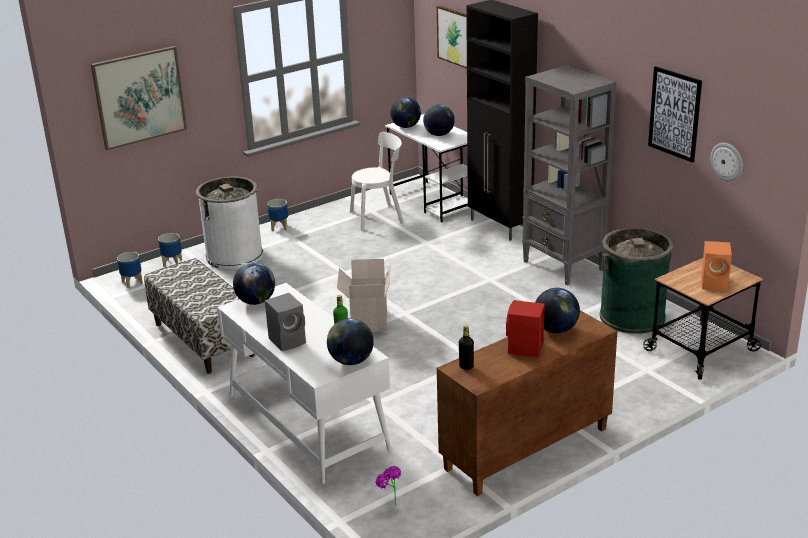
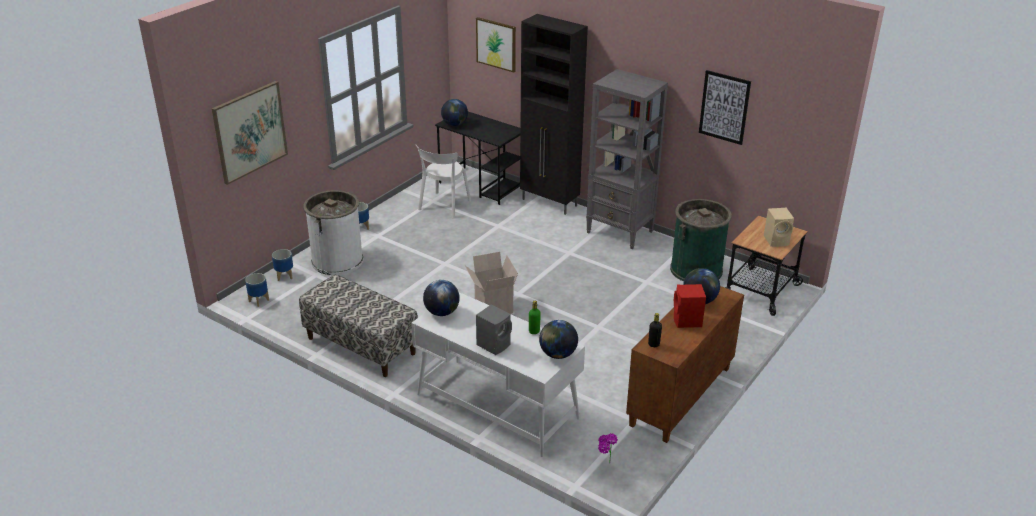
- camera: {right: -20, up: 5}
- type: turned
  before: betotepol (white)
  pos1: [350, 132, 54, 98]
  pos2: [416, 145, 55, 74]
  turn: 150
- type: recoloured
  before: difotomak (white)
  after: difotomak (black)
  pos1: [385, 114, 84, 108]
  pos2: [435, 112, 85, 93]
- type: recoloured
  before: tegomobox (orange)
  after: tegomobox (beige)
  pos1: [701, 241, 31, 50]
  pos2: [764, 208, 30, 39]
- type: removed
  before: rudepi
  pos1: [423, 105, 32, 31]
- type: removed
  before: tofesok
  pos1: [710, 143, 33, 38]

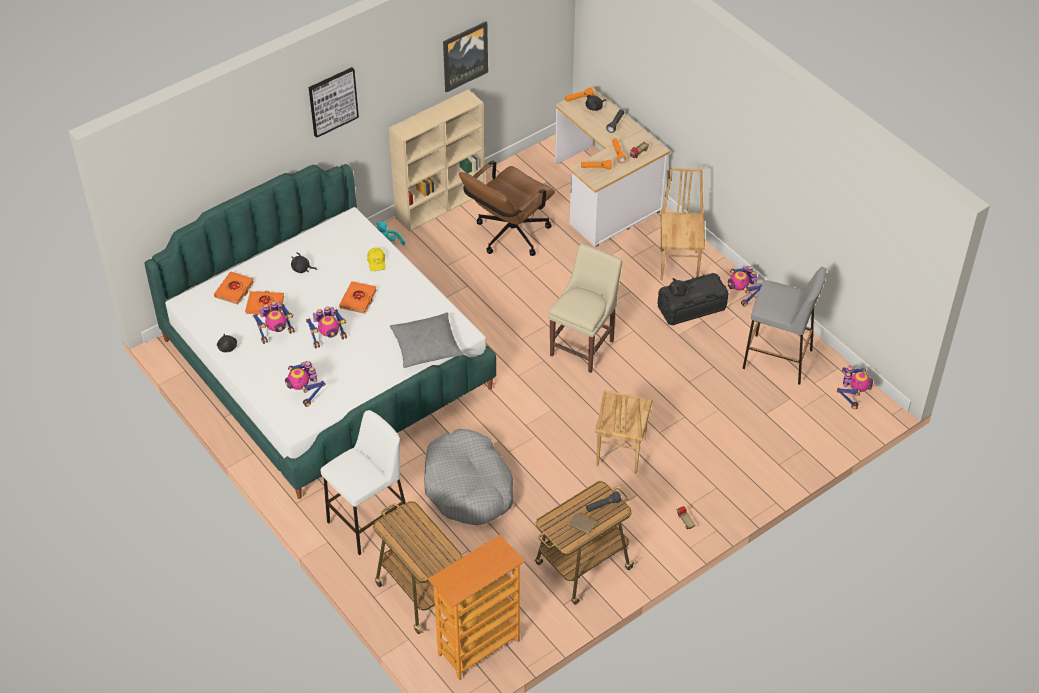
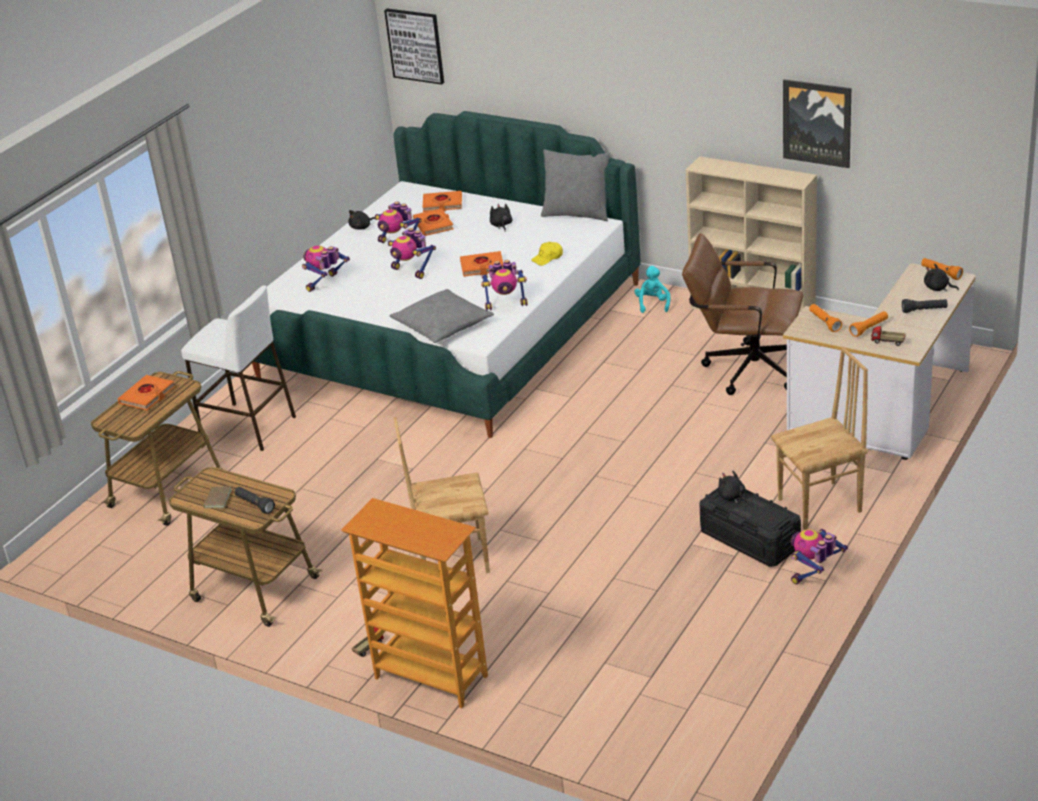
- camera: {right: 70, up: -15}
- type: added
  after: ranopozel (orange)
  pos2: [118, 375, 57, 36]
- type: moved
  before: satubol
  pos1: [428, 535, 97, 145]
  pos2: [341, 498, 147, 210]
- type: moved
  before: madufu
  pos1: [309, 67, 50, 71]
  pos2: [384, 9, 60, 76]
- type: moved
  before: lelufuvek
  pos1: [837, 366, 37, 43]
  pos2: [481, 260, 47, 51]
- type: added
  after: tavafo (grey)
  pos2: [541, 150, 69, 71]
- type: removed
  before: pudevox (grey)
  pos1: [424, 429, 90, 96]
- type: removed
  before: betotepol (beige)
  pos1: [548, 244, 74, 129]
- type: removed
  before: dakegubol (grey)
  pos1: [742, 267, 84, 118]

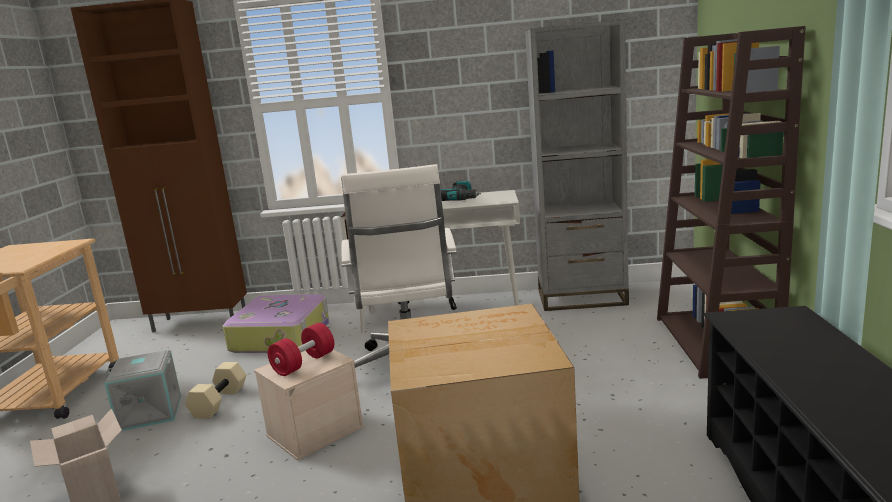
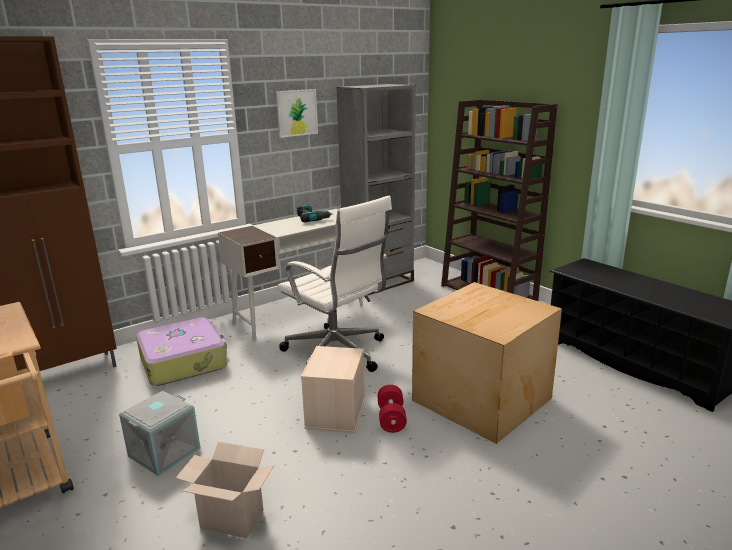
- camera: {right: -40, up: 5}
- type: added
  after: madufu
  pos2: [276, 89, 42, 49]
- type: moved
  before: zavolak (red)
  pos1: [268, 323, 66, 53]
  pos2: [377, 385, 30, 48]
- type: removed
  before: zavolak (beige)
  pos1: [185, 362, 61, 57]

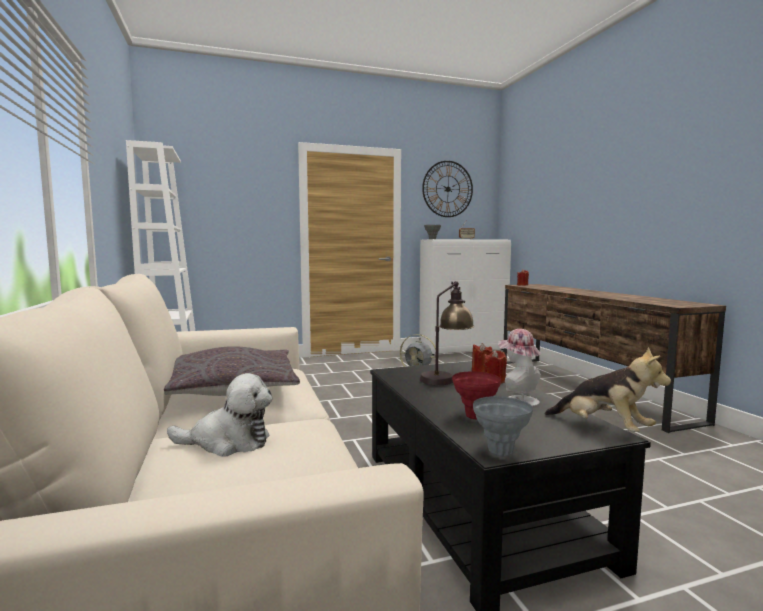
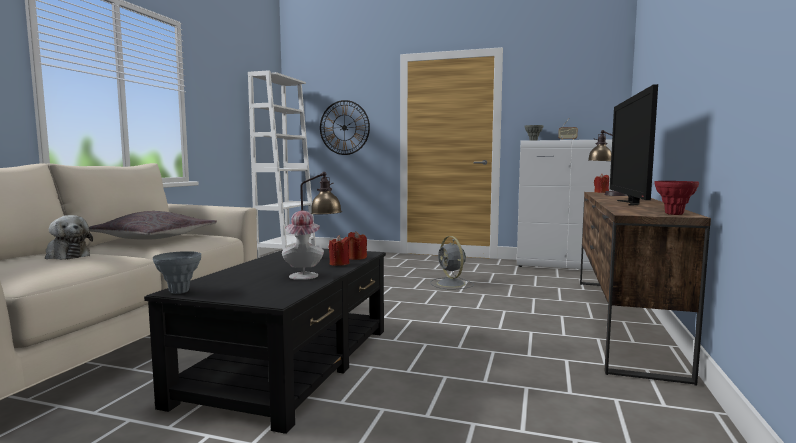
- camera: {right: 35, up: 0}
- type: moved
  before: tofesok
  pos1: [422, 161, 51, 56]
  pos2: [320, 100, 50, 55]
- type: added
  after: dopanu
  pos2: [588, 130, 40, 66]
- type: added
  after: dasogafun
  pos2: [610, 84, 48, 122]
- type: moved
  before: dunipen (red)
  pos1: [452, 371, 49, 48]
  pos2: [654, 181, 45, 34]
- type: removed
  before: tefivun
  pos1: [545, 347, 126, 85]

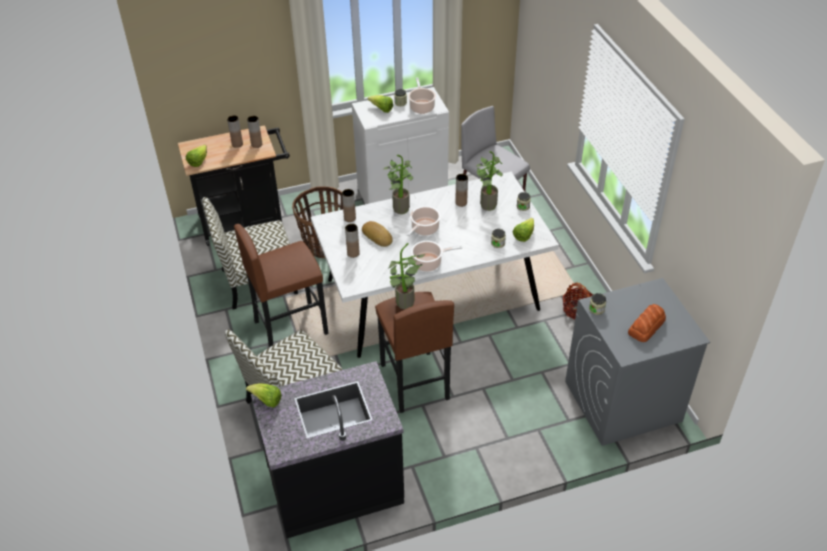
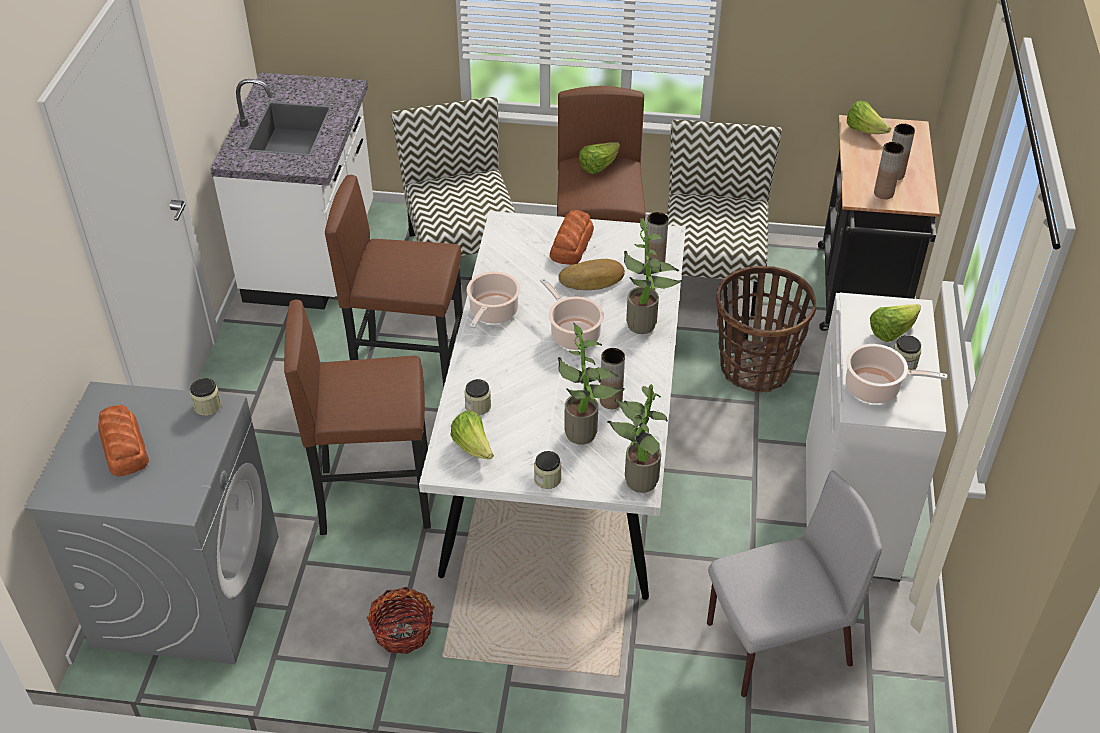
- camera: {right: 115, up: 0}
- type: recoloured
  before: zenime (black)
  after: zenime (white)
  pos1: [251, 361, 153, 177]
  pos2: [211, 72, 162, 238]
- type: added
  after: dakegubol (brown)
  pos2: [284, 300, 147, 235]
- type: replaced
  before: dunipen (brown)
  after: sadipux
  pos1: [345, 224, 15, 34]
  pos2: [550, 210, 44, 55]
- type: moved
  before: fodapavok
  pos1: [246, 384, 36, 23]
  pos2: [579, 142, 41, 32]
- type: moved
  before: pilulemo
  pos1: [388, 243, 38, 66]
  pos2: [607, 384, 61, 109]

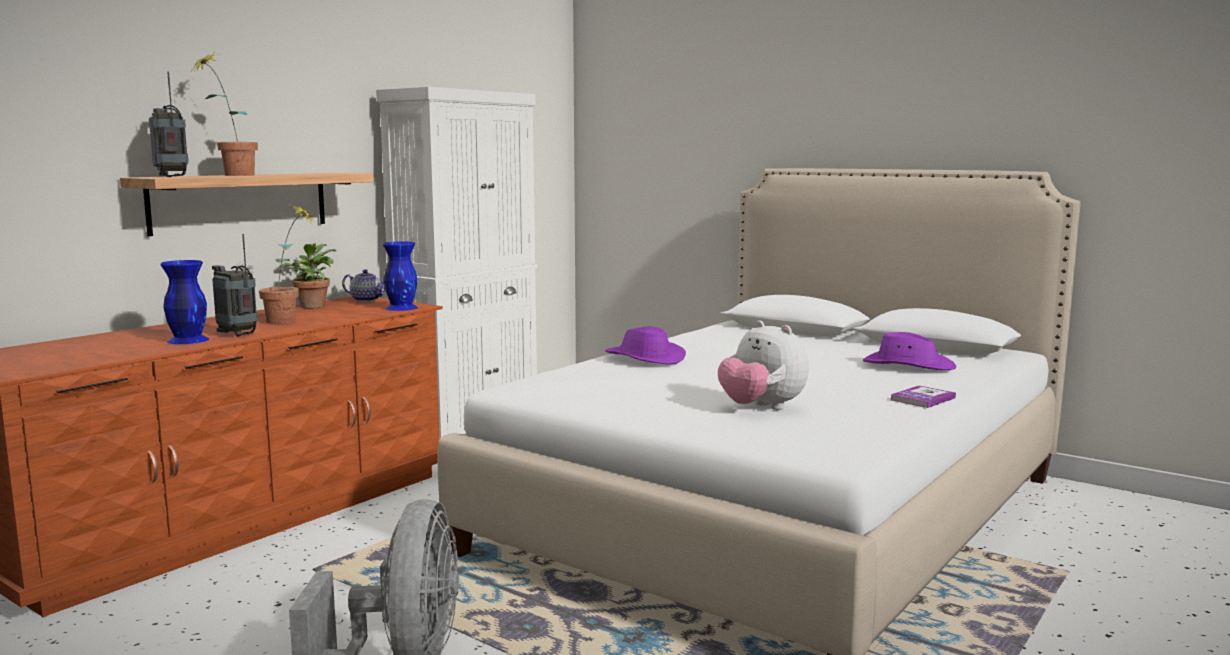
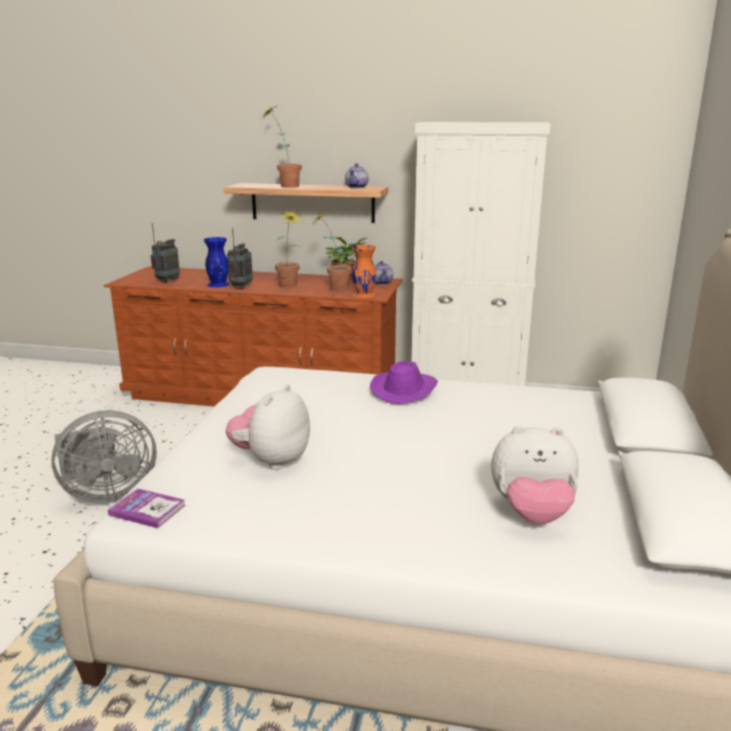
- camera: {right: 65, up: 10}
- type: moved
  before: ranopozel
  pos1: [890, 385, 66, 23]
  pos2: [108, 488, 77, 40]
- type: moved
  before: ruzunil
  pos1: [149, 72, 40, 105]
  pos2: [151, 223, 29, 60]
- type: added
  after: pilulemo
  pos2: [313, 210, 39, 81]
- type: added
  after: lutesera
  pos2: [345, 163, 24, 25]
- type: recoloured
  before: dunipen (blue)
  after: dunipen (orange)
  pos1: [382, 241, 36, 70]
  pos2: [352, 245, 24, 53]
- type: replaced
  before: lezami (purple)
  after: tefivun
  pos1: [863, 332, 93, 38]
  pos2: [491, 426, 88, 98]

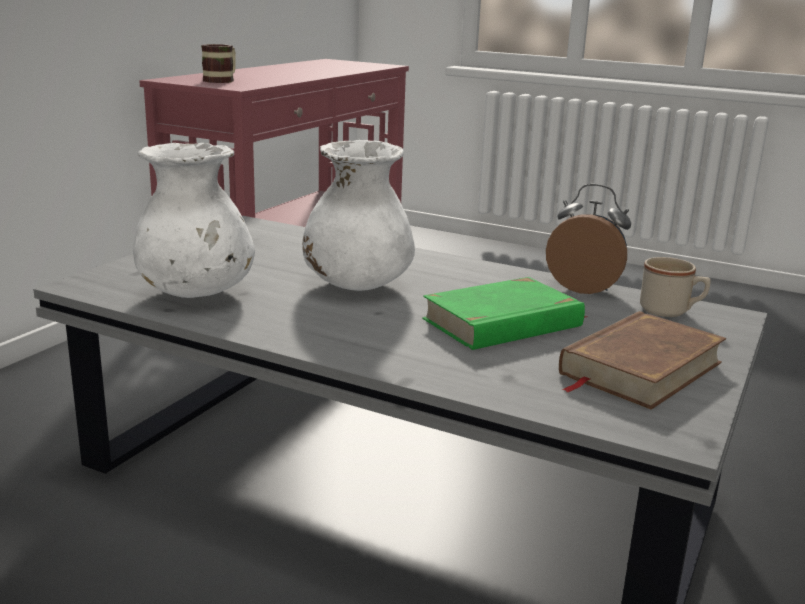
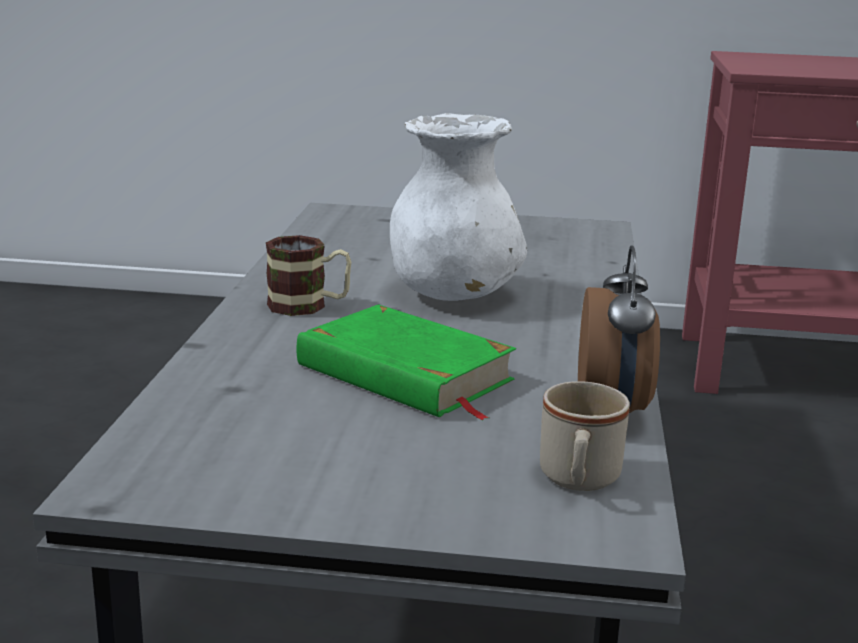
- camera: {right: 70, up: 0}
- type: moved
  before: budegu
  pos1: [201, 44, 35, 39]
  pos2: [266, 235, 85, 81]
- type: removed
  before: dunipen (white)
  pos1: [133, 143, 122, 155]
- type: removed
  before: ranopozel (brown)
  pos1: [559, 311, 167, 98]

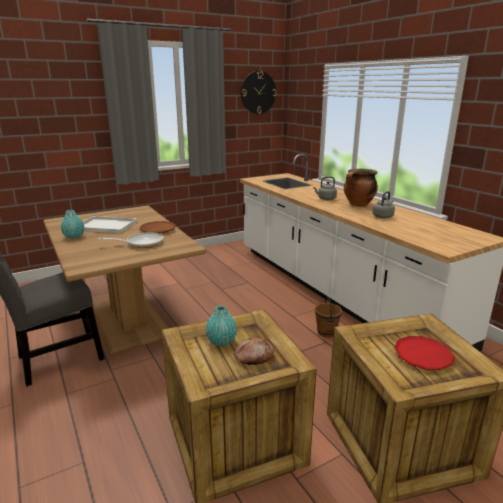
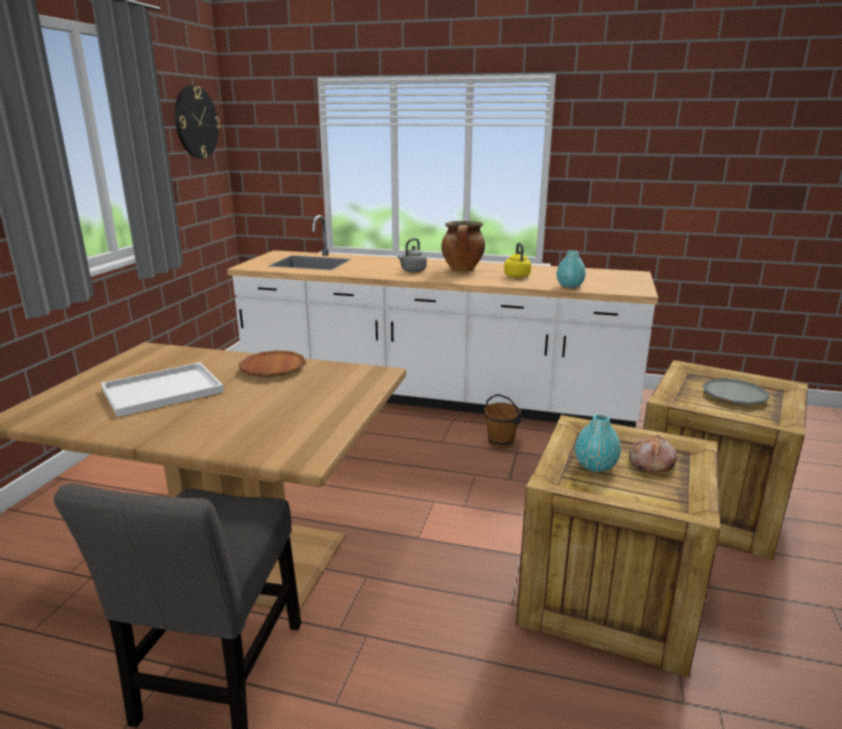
- camera: {right: -45, up: 0}
- type: recoloured
  before: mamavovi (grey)
  after: mamavovi (yellow)
  pos1: [372, 191, 23, 27]
  pos2: [504, 243, 27, 35]
- type: moved
  before: dunipen (turquoise)
  pos1: [61, 210, 23, 29]
  pos2: [557, 250, 29, 38]
- type: recoloured
  before: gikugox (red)
  after: gikugox (grey)
  pos1: [394, 336, 61, 34]
  pos2: [703, 378, 67, 27]
- type: removed
  before: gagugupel
  pos1: [98, 232, 65, 16]

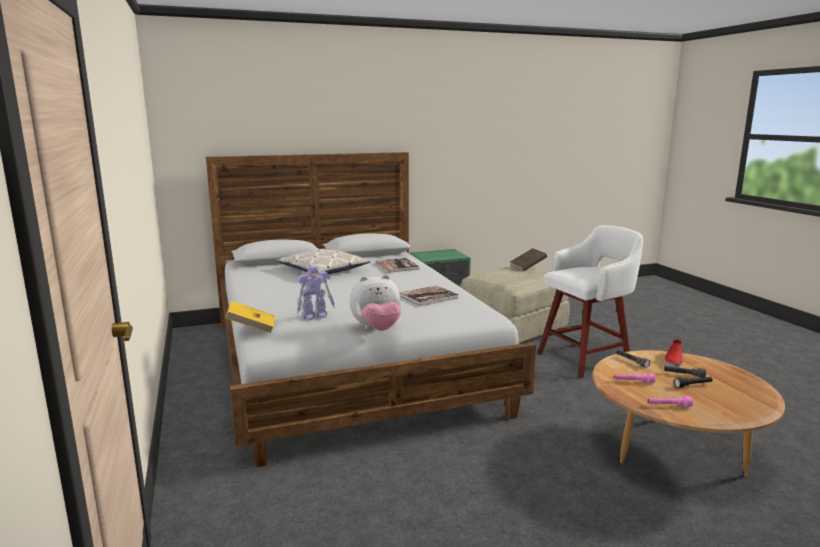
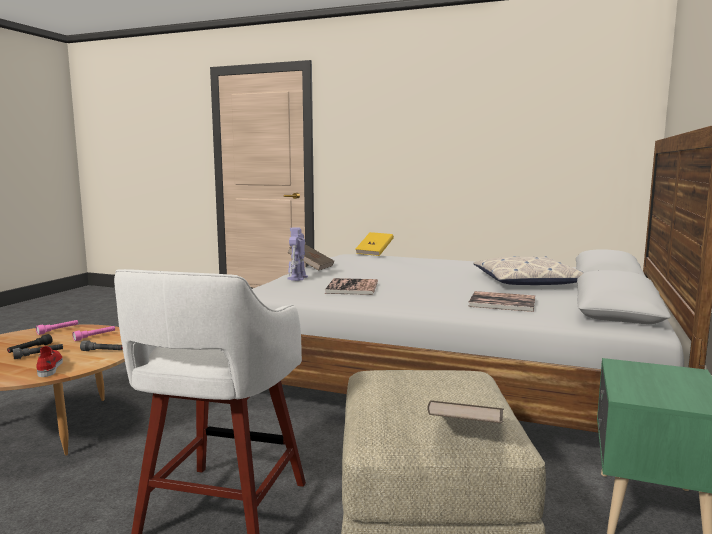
- camera: {right: 130, up: -5}
- type: replaced
  before: tefivun
  after: ranopozel (brown)
  pos1: [349, 274, 52, 57]
  pos2: [287, 244, 47, 27]
- type: moved
  before: lelufuvek
  pos1: [297, 265, 38, 55]
  pos2: [288, 227, 20, 54]

